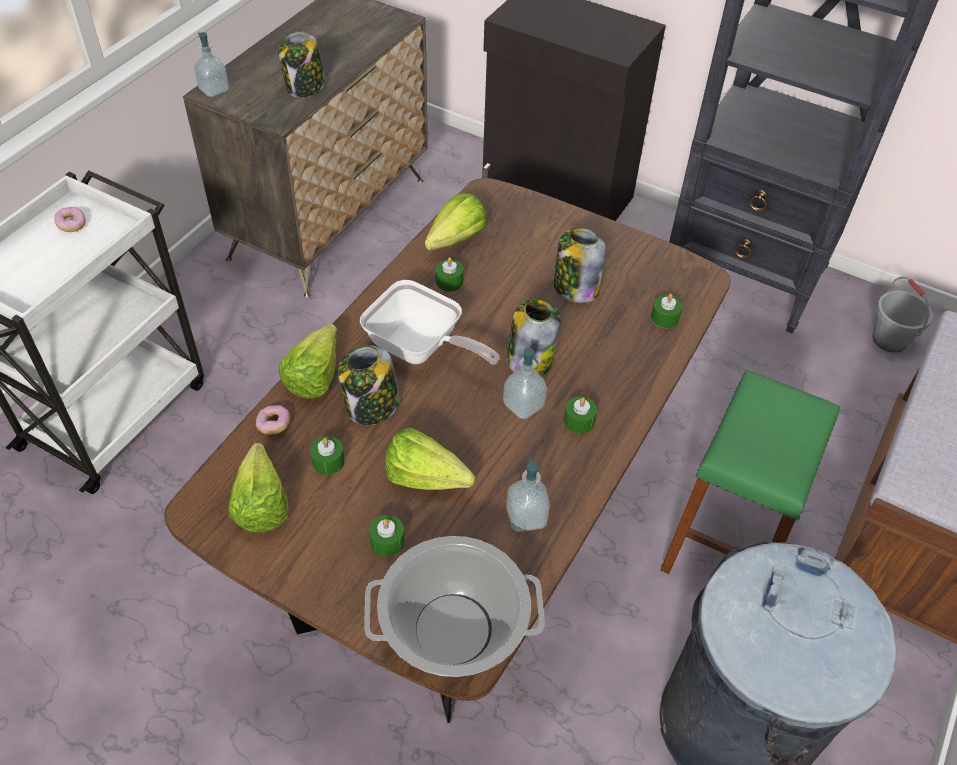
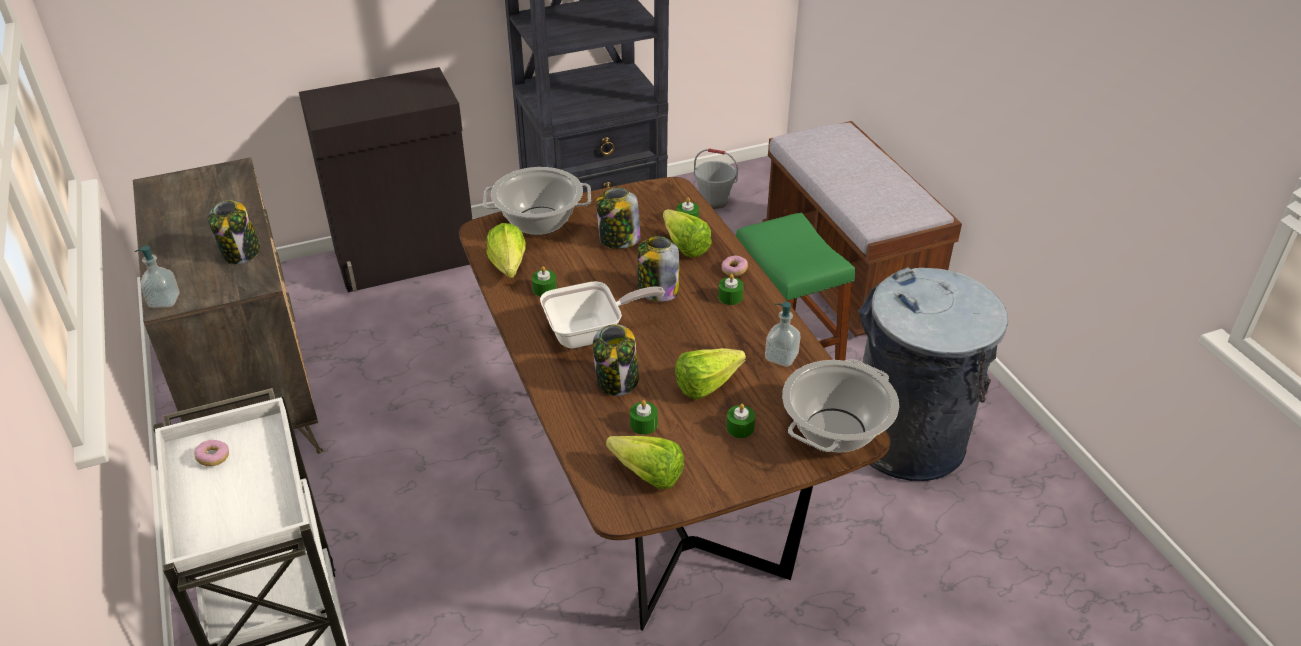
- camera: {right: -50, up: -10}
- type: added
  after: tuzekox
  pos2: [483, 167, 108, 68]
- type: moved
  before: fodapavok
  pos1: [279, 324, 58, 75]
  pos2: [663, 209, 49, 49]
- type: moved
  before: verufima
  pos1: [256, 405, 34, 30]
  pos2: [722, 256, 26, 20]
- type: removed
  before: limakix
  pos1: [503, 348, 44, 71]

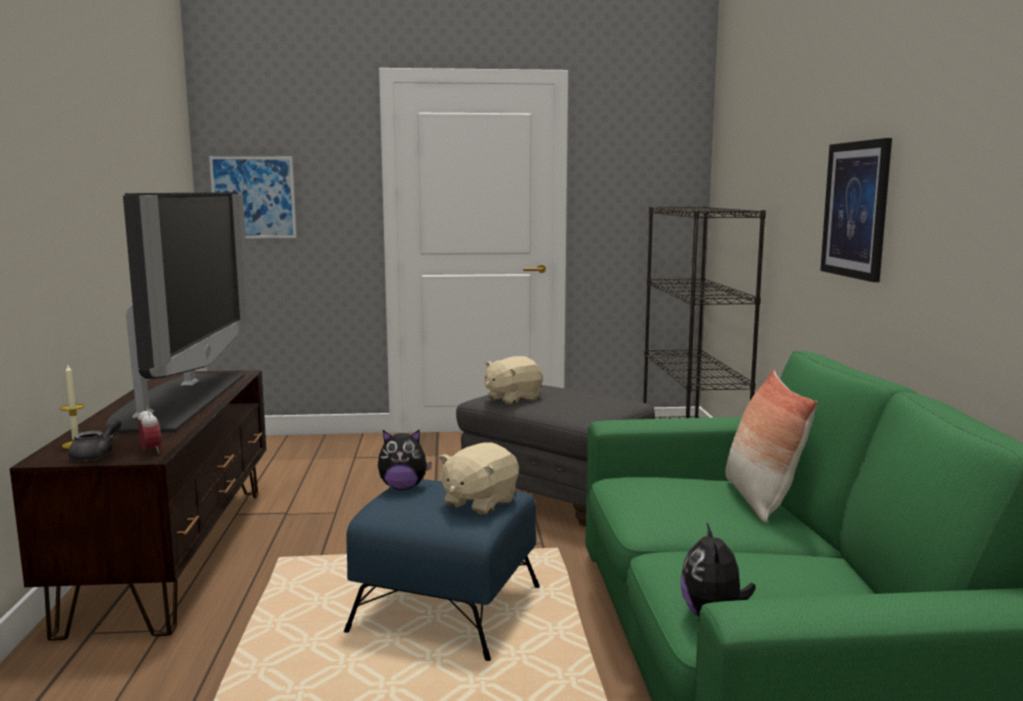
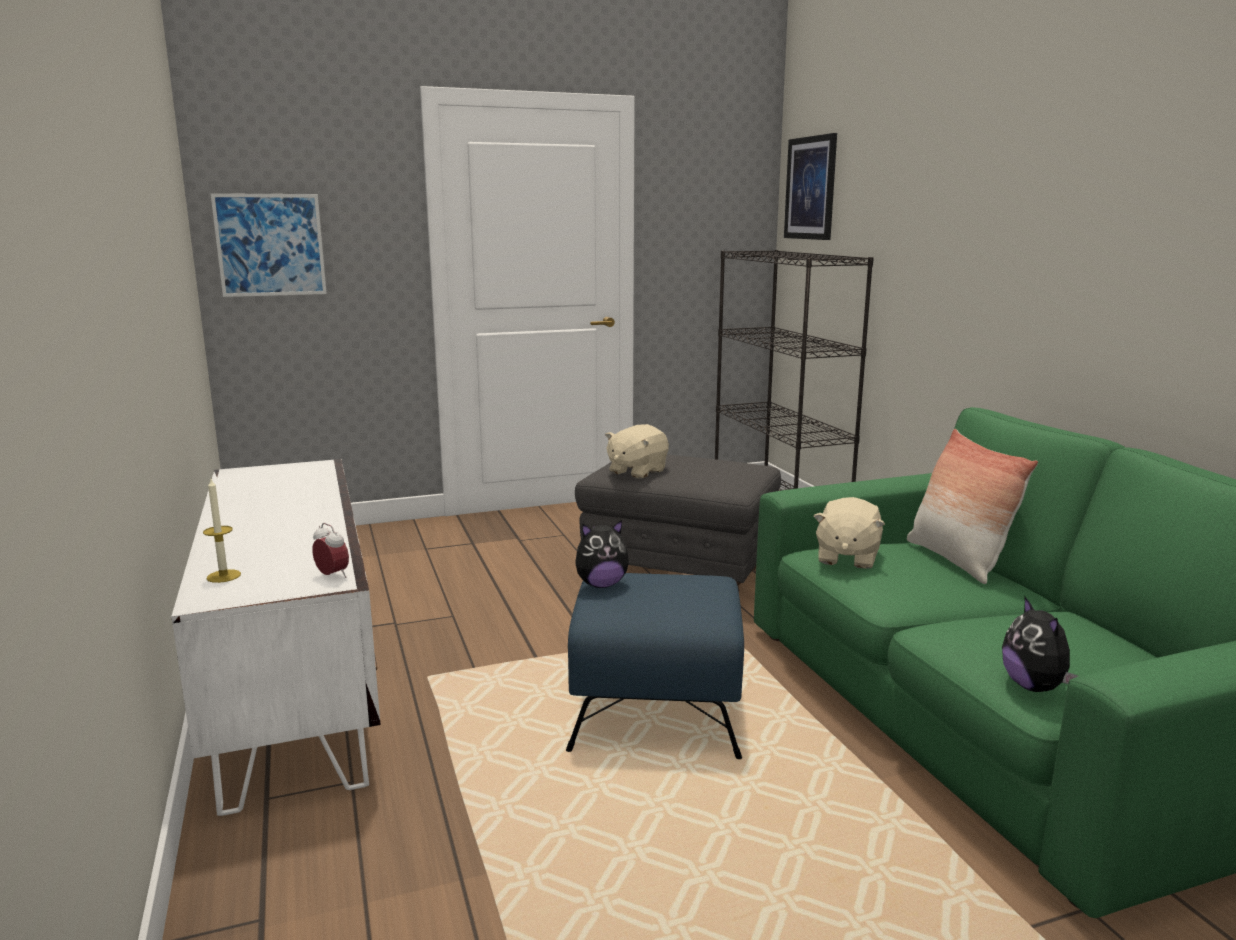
- camera: {right: -15, up: 5}
- type: recoloured
  before: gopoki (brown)
  after: gopoki (white)
  pos1: [10, 370, 256, 271]
  pos2: [171, 459, 210, 357]
- type: moved
  before: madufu
  pos1: [820, 138, 72, 144]
  pos2: [784, 133, 53, 107]
- type: moved
  before: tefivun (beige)
  pos1: [439, 442, 80, 73]
  pos2: [813, 497, 72, 72]
- type: removed
  before: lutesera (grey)
  pos1: [68, 418, 54, 43]
- type: removed
  before: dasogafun
  pos1: [106, 192, 144, 240]

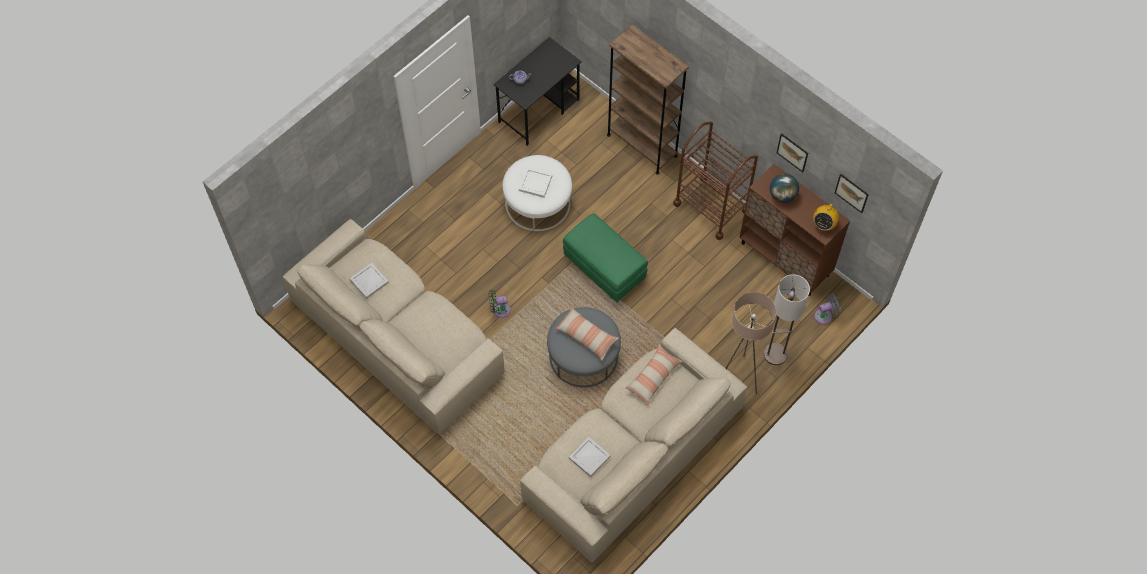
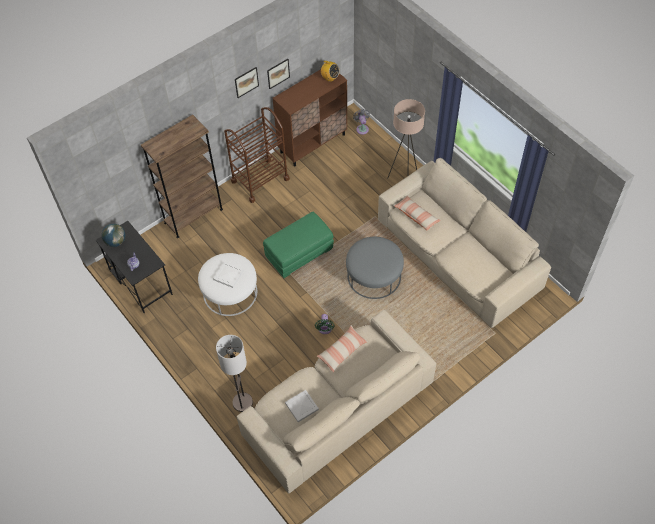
- camera: {right: -80, up: -5}
- type: moved
  before: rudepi
  pos1: [770, 174, 29, 29]
  pos2: [102, 224, 23, 23]
- type: moved
  before: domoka
  pos1: [764, 274, 46, 91]
  pos2: [216, 335, 37, 77]
- type: moved
  before: madufu
  pos1: [835, 174, 34, 39]
  pos2: [235, 67, 24, 31]
- type: moved
  before: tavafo
  pos1: [555, 307, 64, 54]
  pos2: [317, 325, 51, 48]
- type: removed
  before: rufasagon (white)
  pos1: [569, 437, 41, 40]

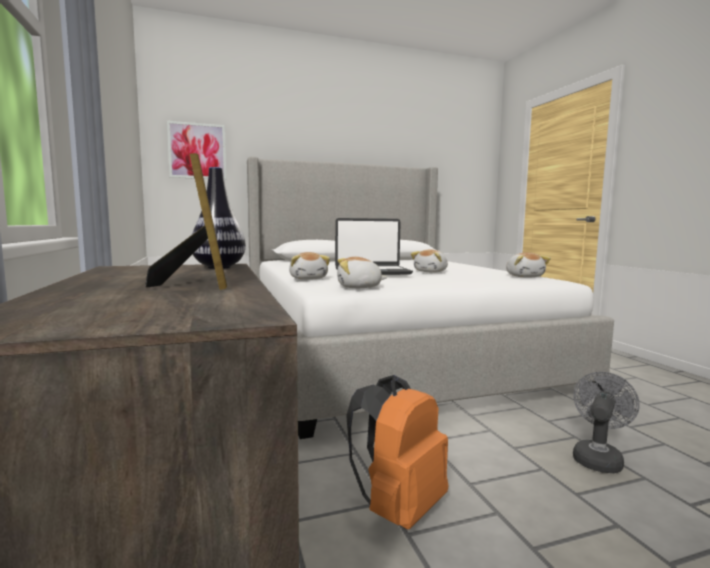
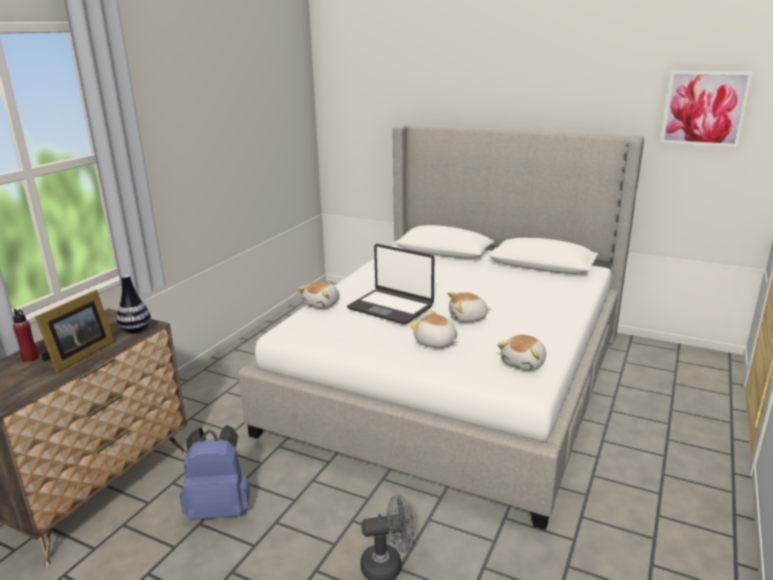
- camera: {right: 45, up: 15}
- type: added
  after: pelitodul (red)
  pos2: [13, 309, 25, 53]
- type: recoloured
  before: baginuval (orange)
  after: baginuval (blue)
  pos1: [346, 375, 102, 154]
  pos2: [180, 425, 70, 95]
- type: moved
  before: tefivun
  pos1: [337, 257, 51, 31]
  pos2: [410, 310, 48, 38]
- type: moved
  before: madufu
  pos1: [167, 121, 59, 59]
  pos2: [660, 71, 93, 76]

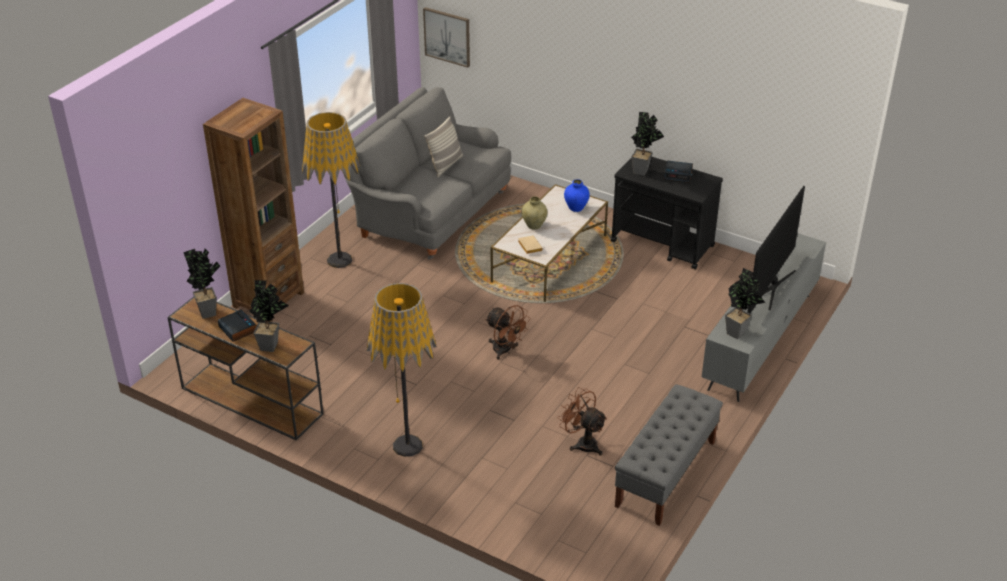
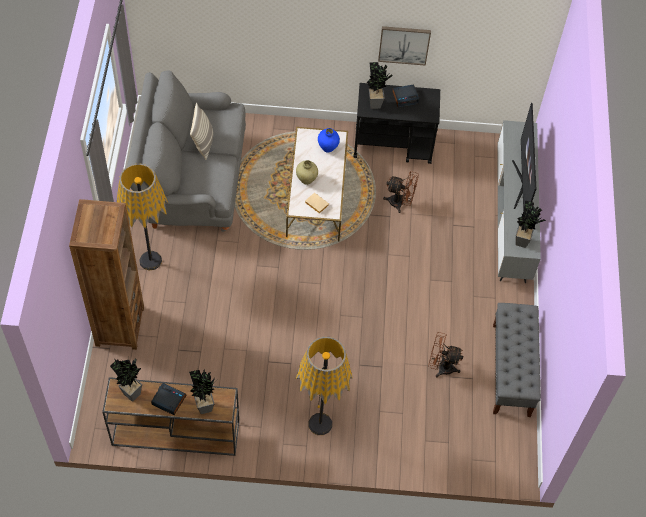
- camera: {right: -30, up: 20}
- type: moved
  before: madufu
  pos1: [423, 7, 47, 61]
  pos2: [378, 26, 53, 40]
- type: moved
  before: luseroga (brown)
  pos1: [485, 305, 46, 55]
  pos2: [383, 171, 36, 42]

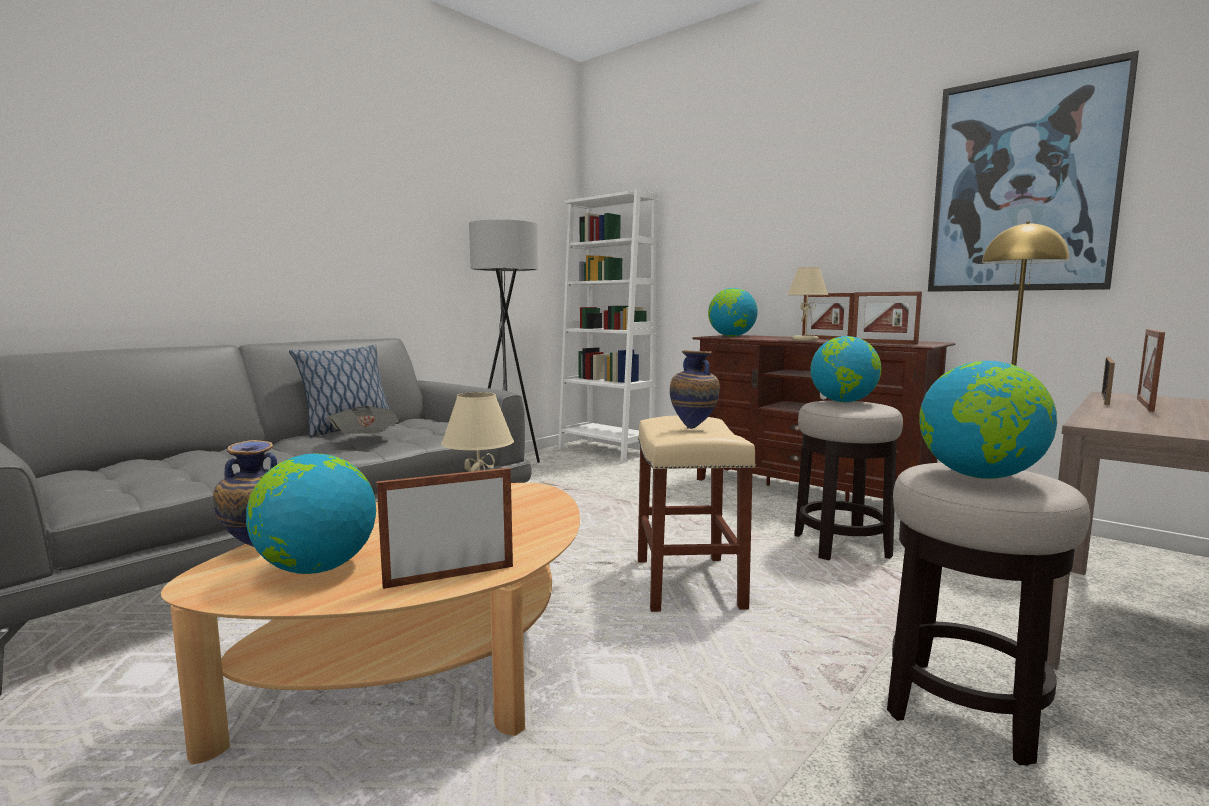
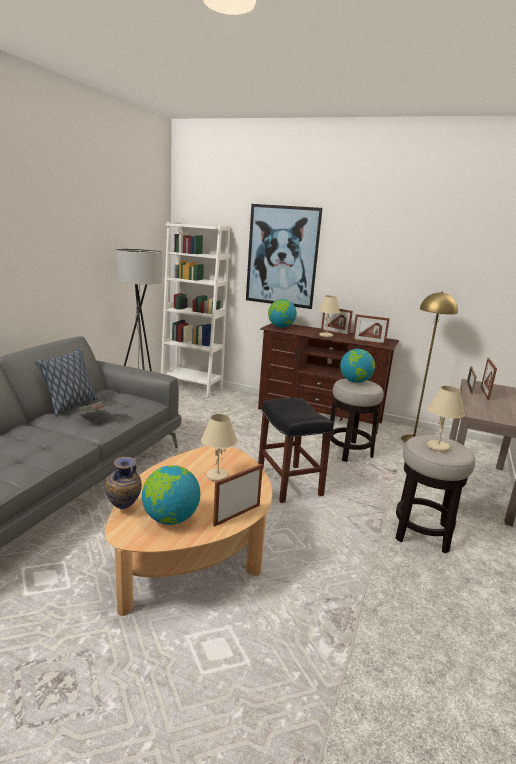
- camera: {right: -20, up: 10}
- type: moved
  before: madufu
  pos1: [928, 50, 211, 242]
  pos2: [246, 204, 77, 105]
- type: recoloured
  before: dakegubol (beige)
  after: dakegubol (black)
  pos1: [638, 416, 118, 196]
  pos2: [258, 398, 75, 105]
- type: replaced
  before: rudepi
  after: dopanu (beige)
  pos1: [920, 361, 137, 118]
  pos2: [427, 386, 38, 66]
- type: removed
  before: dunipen
  pos1: [670, 350, 50, 79]

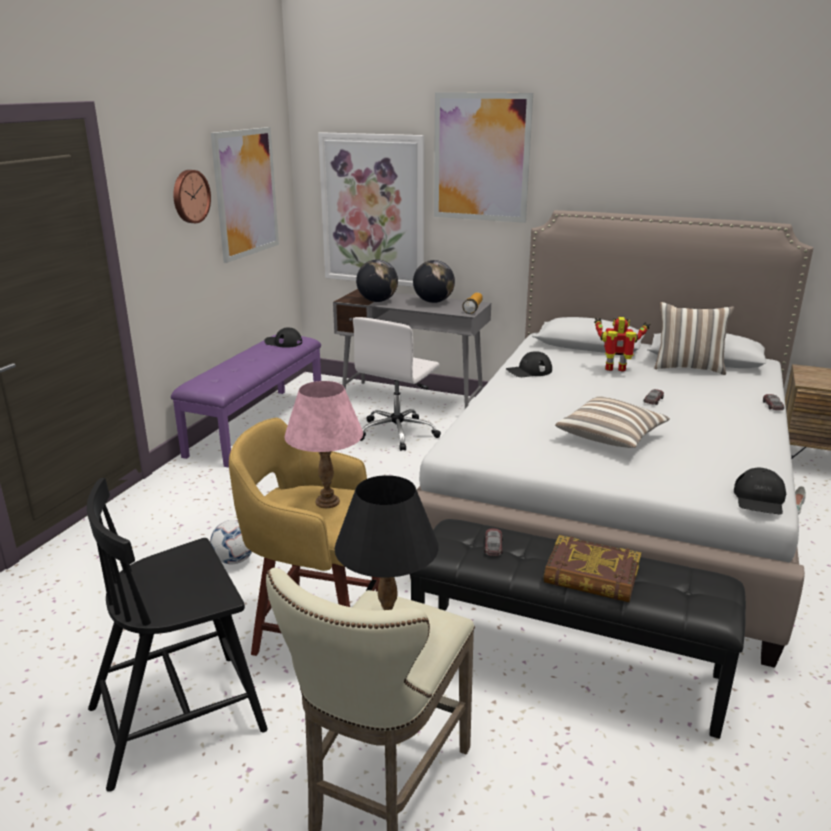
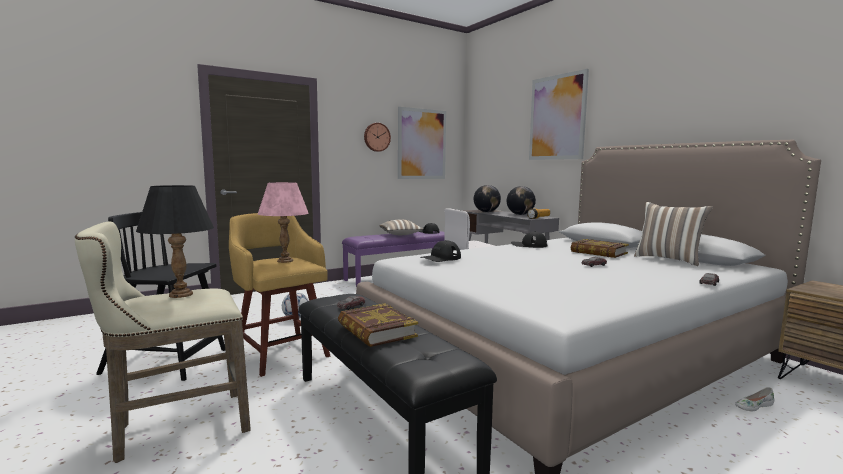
- camera: {right: 35, up: -15}
- type: moved
  before: tavafo
  pos1: [555, 396, 115, 52]
  pos2: [380, 220, 43, 15]
- type: moved
  before: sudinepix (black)
  pos1: [734, 468, 52, 47]
  pos2: [421, 240, 40, 22]
- type: replaced
  before: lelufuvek
  after: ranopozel
  pos1: [594, 317, 56, 54]
  pos2: [571, 239, 58, 19]
- type: removed
  before: madufu
  pos1: [318, 132, 107, 155]

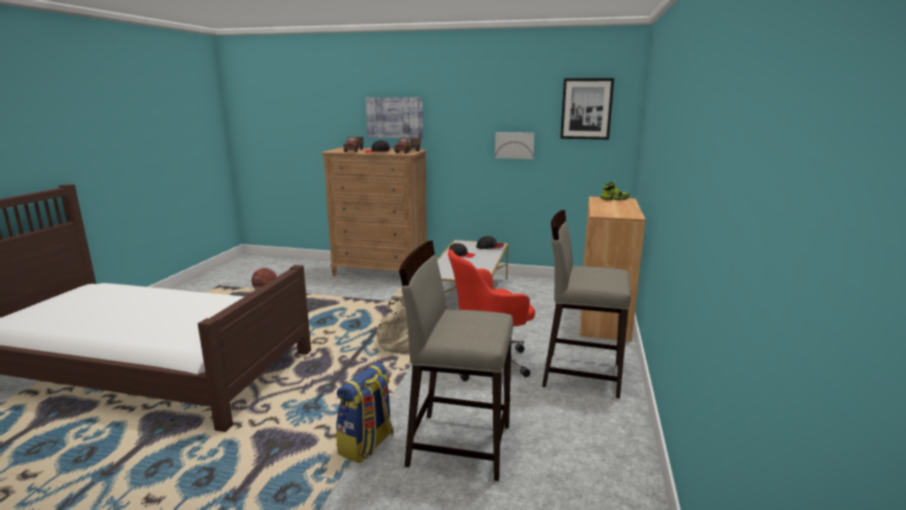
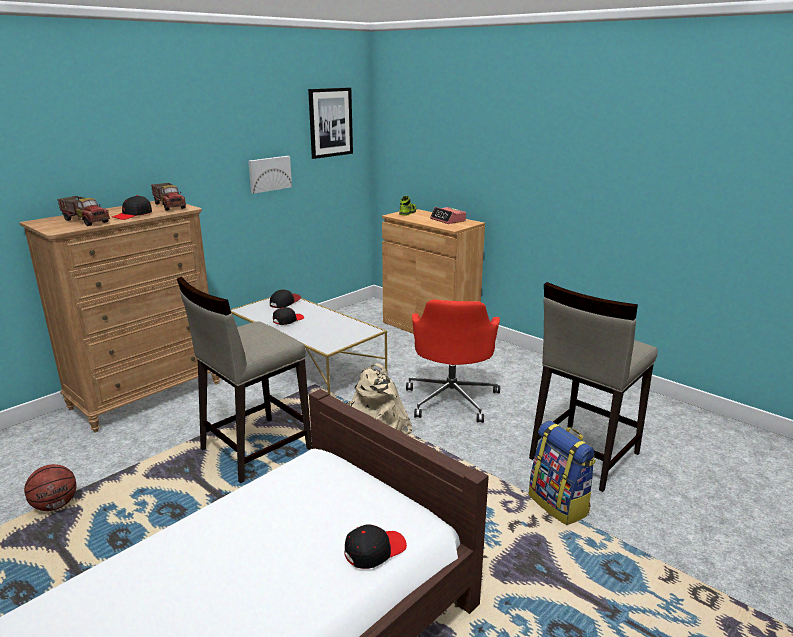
- camera: {right: -60, up: 5}
- type: moved
  before: dakegubol (beige)
  pos1: [542, 210, 89, 188]
  pos2: [177, 277, 135, 206]
- type: added
  after: sudinepix (black)
  pos2: [345, 525, 62, 44]
- type: added
  after: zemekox
  pos2: [430, 207, 36, 17]
- type: removed
  before: madufu
  pos1: [366, 97, 57, 42]

